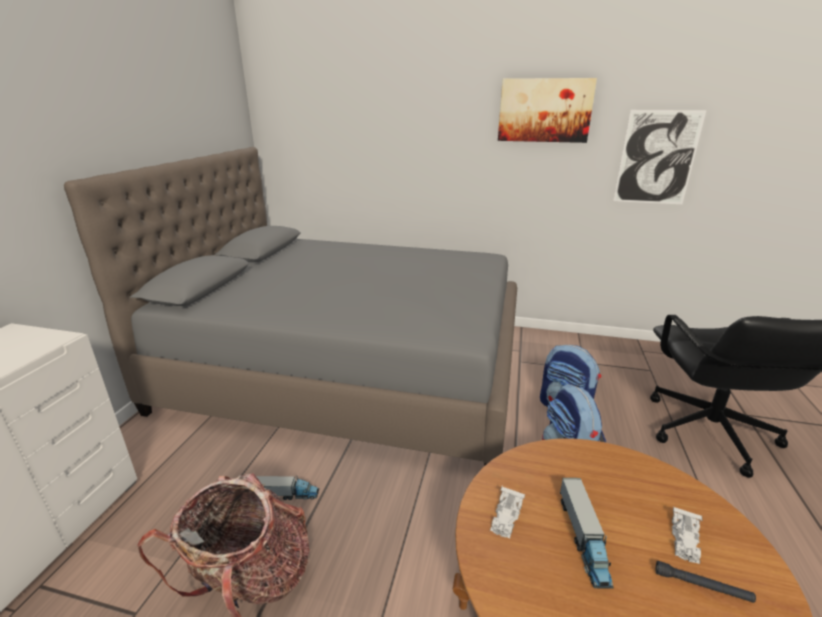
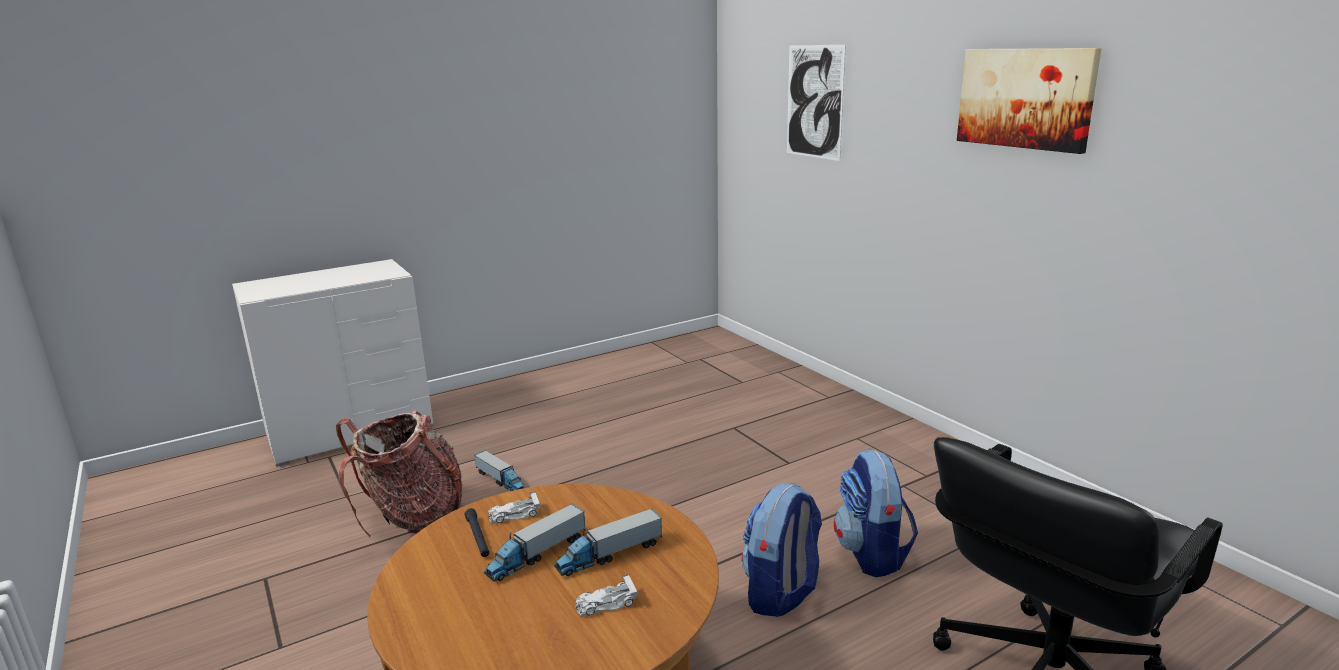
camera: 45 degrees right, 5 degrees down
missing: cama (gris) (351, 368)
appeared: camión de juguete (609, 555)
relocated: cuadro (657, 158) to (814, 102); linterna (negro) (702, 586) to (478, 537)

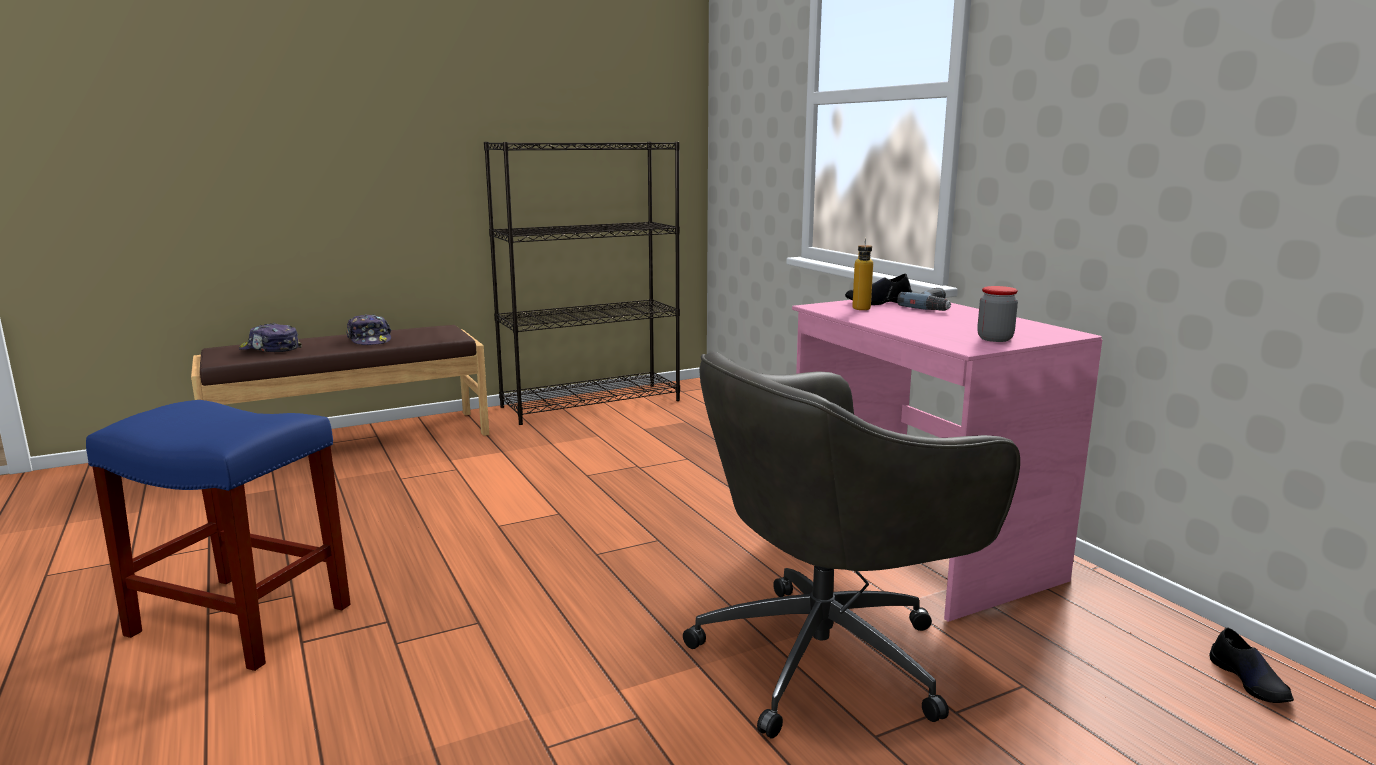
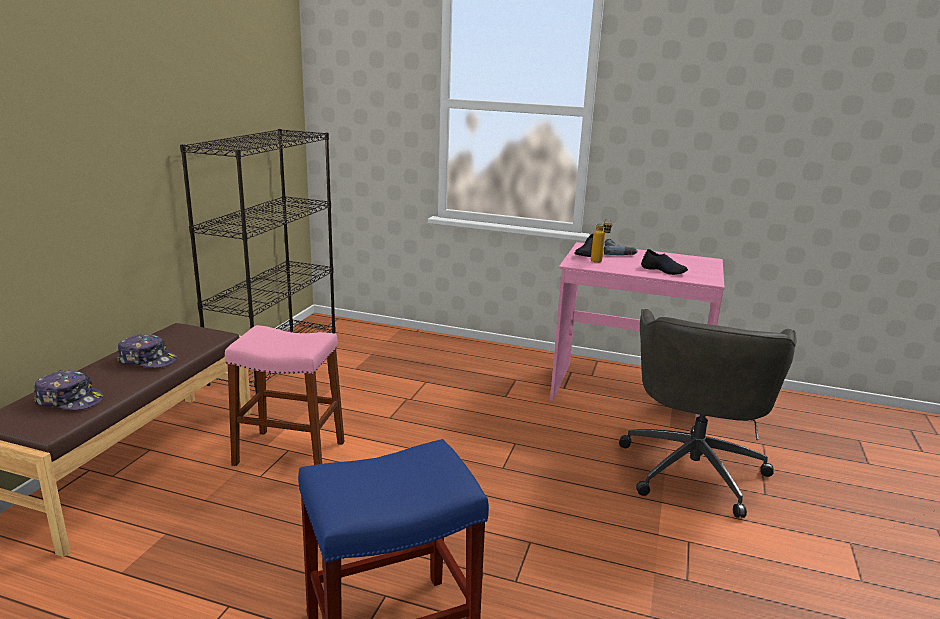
camera: 45 degrees left, 5 degrees up
missing: tarro (995, 339)
appeared: taburete (rosa) (290, 453)
relocated: zapato (negro) (1250, 681) to (664, 270)
spun: gorra (270, 349) = (70, 400) 135 degrees counterclockwise

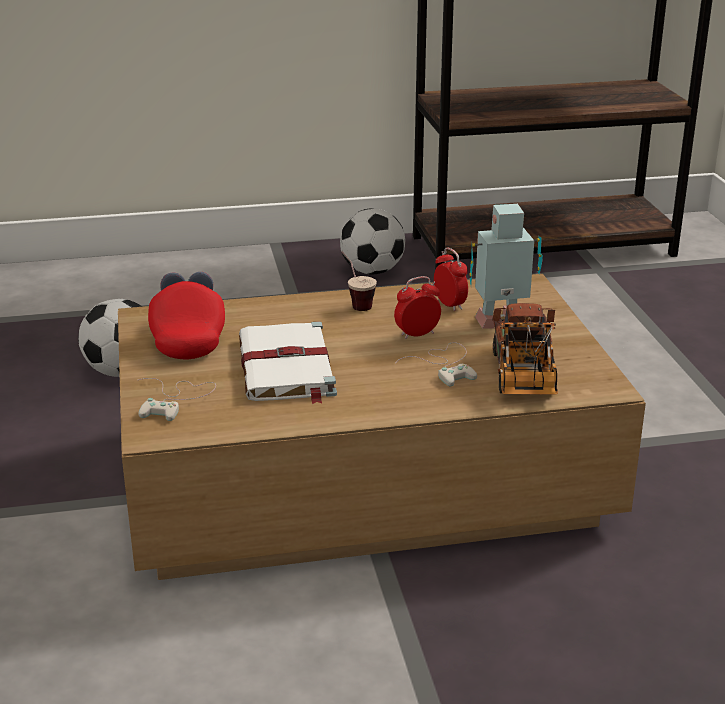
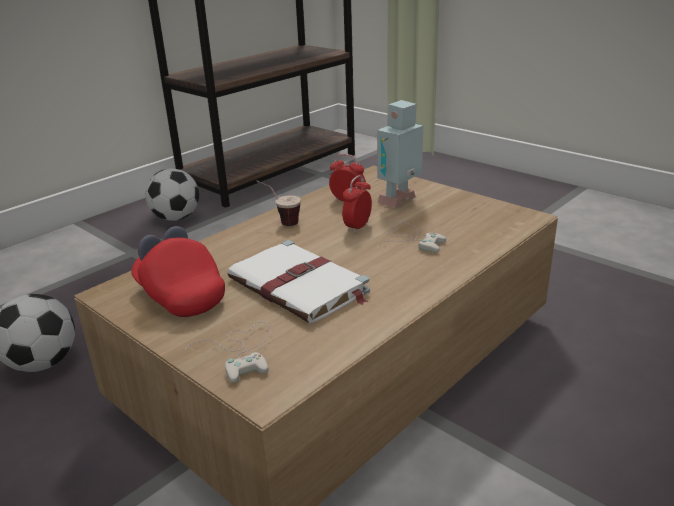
camera: 35 degrees left, 0 degrees up
missing: camión de juguete (523, 379)

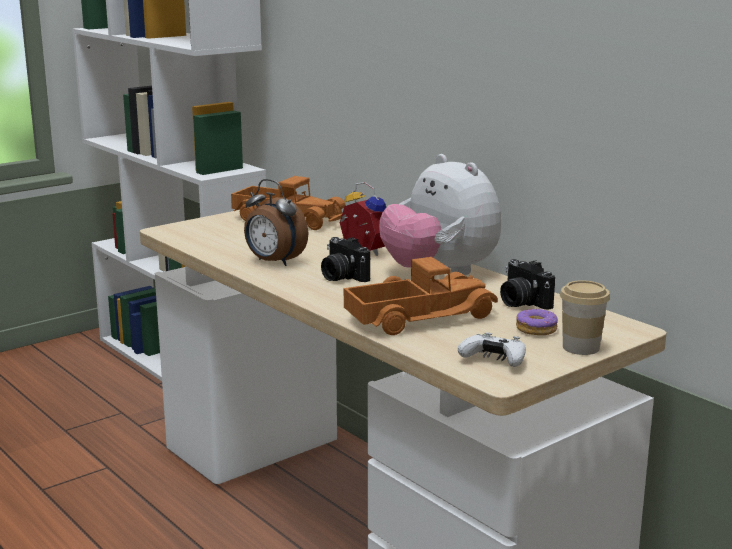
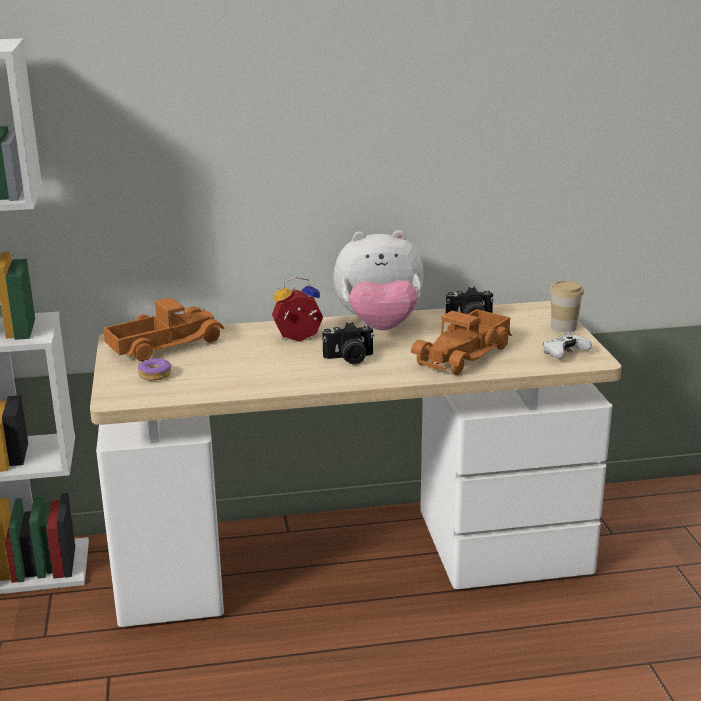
camera: 60 degrees left, 5 degrees up
missing: despertador (274, 262)
relocated: rosquilla (536, 329) to (155, 375)
spun: camión de juguete (419, 317) = (465, 355) 150 degrees counterclockwise

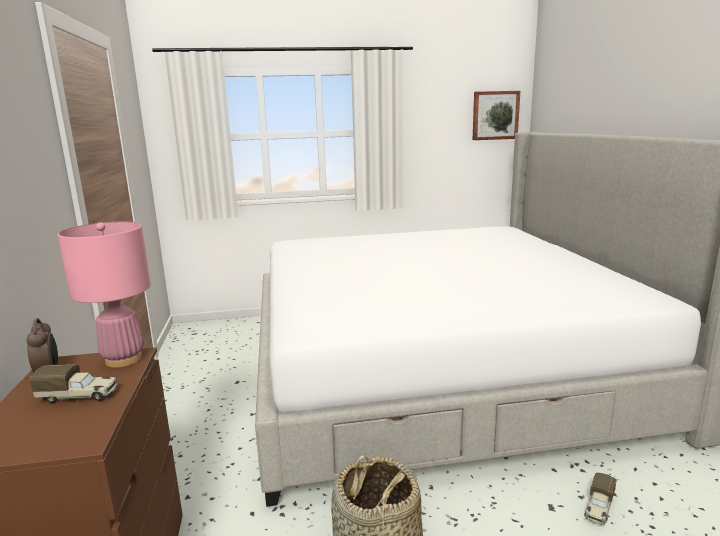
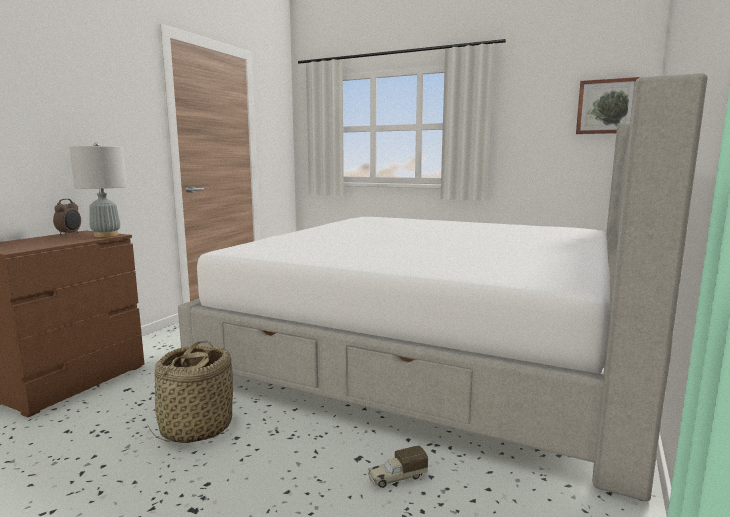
camera: 35 degrees right, 5 degrees down
missing: camión de juguete (79, 396)
colour: lámpara de mesa (rosa) (124, 359) to lámpara de mesa (gris) (106, 235)

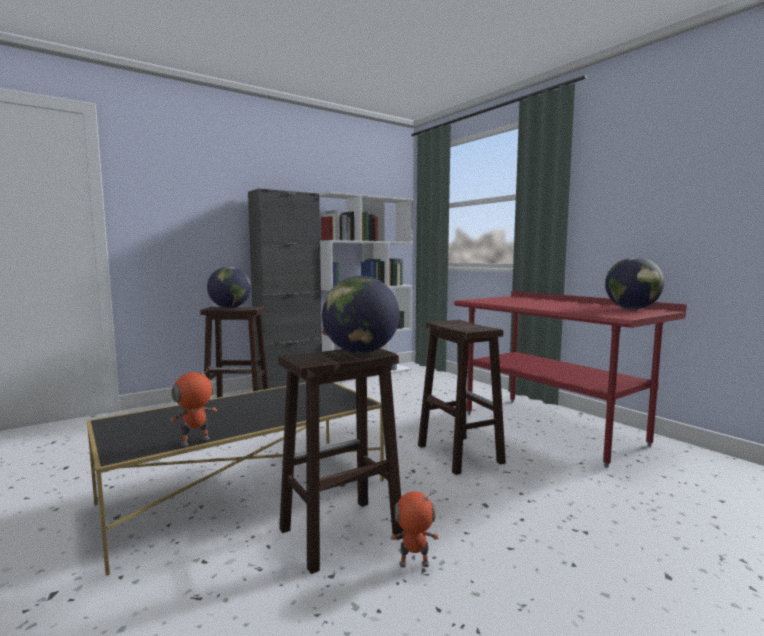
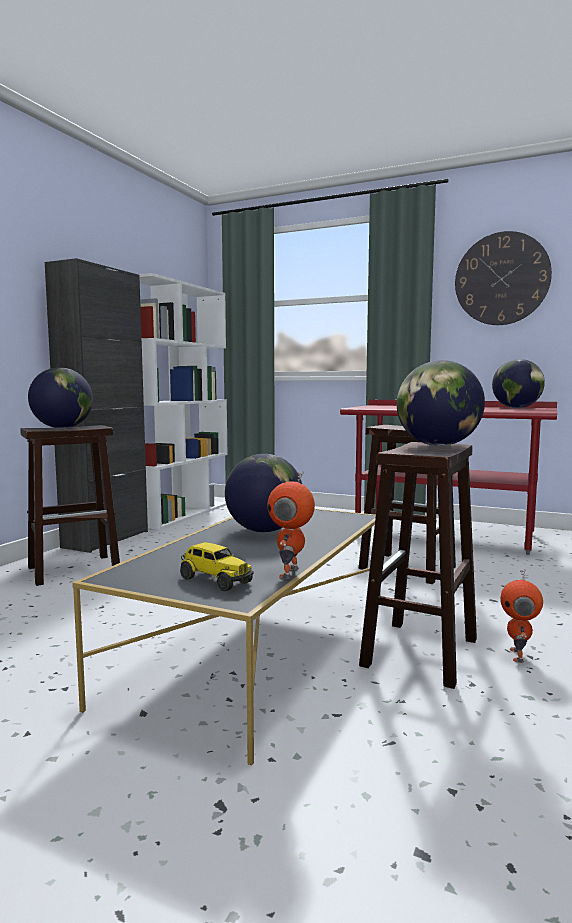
camera: 30 degrees left, 0 degrees up
appeared: camión de juguete (215, 580); globo terráqueo (264, 530); reloj de pared (501, 279)
spun: robot de juguete (414, 565) = (518, 655) 45 degrees counterclockwise

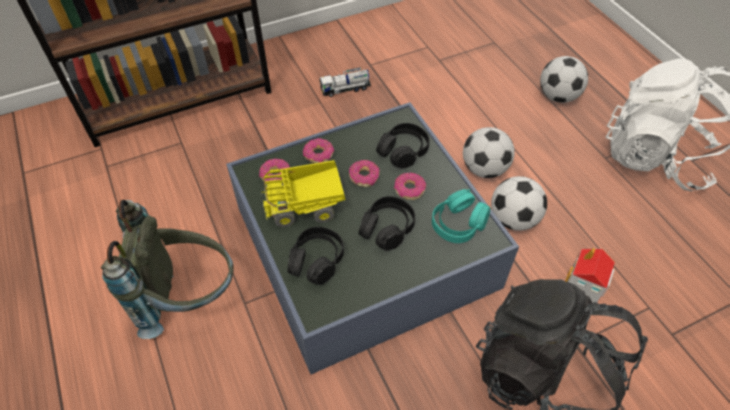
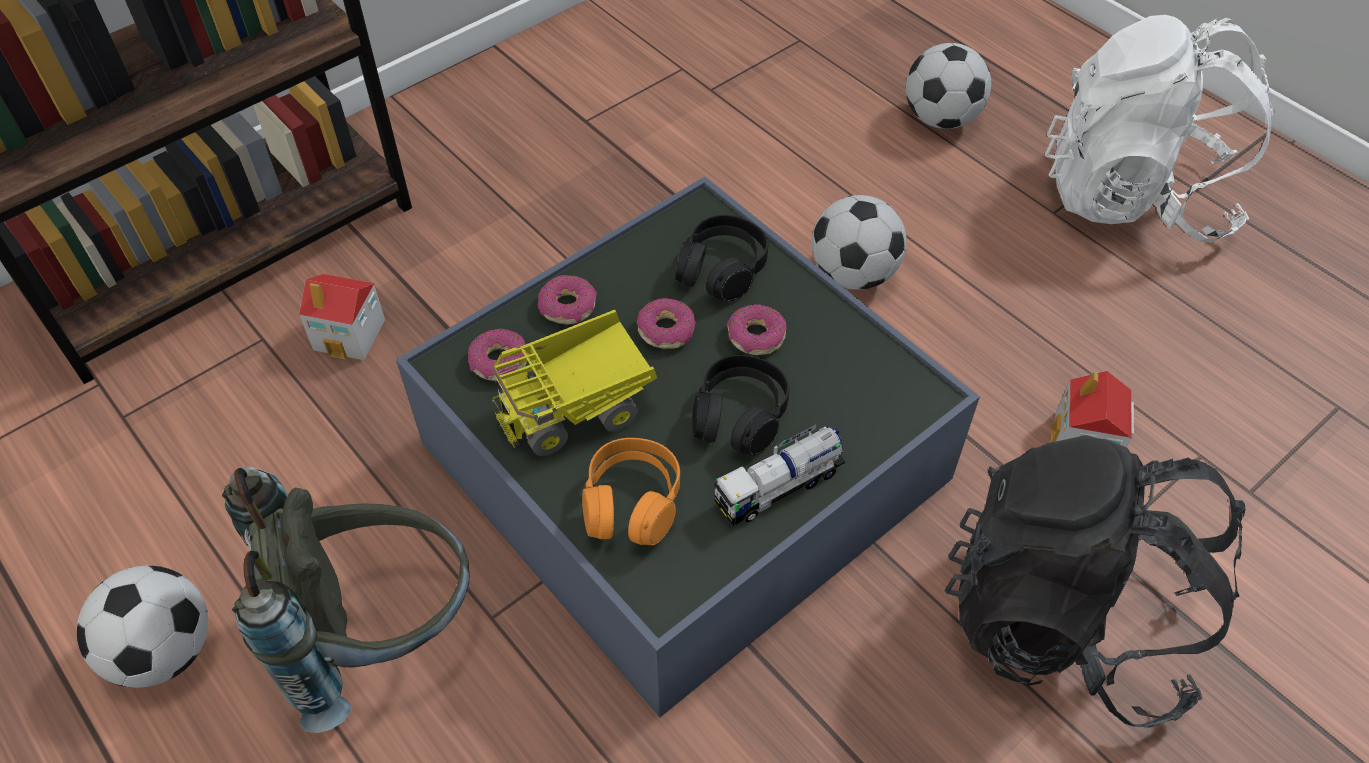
camera: 15 degrees left, 0 degrees up
missing: auriculares (turquesa) (458, 224)
appeared: casita (350, 334)
relocated: camión de juguete (345, 89) to (779, 487); balón de fútbol (513, 219) to (165, 651)
colour: auriculares (negro) (316, 260) to auriculares (naranja) (632, 502)

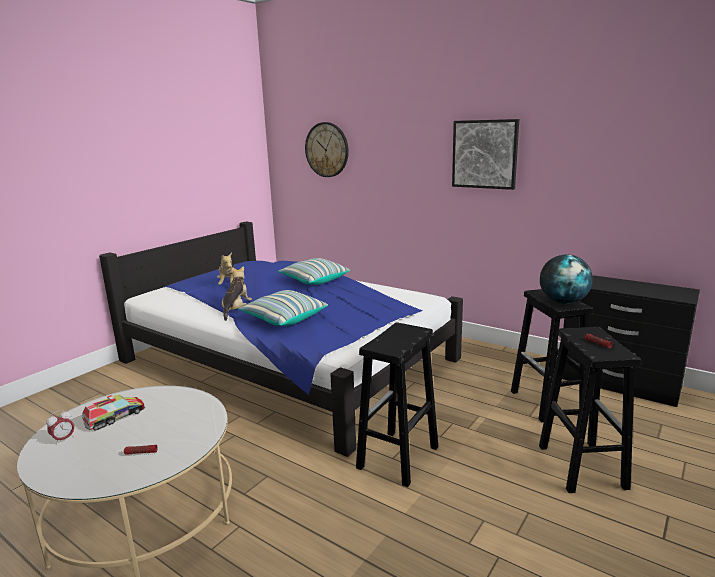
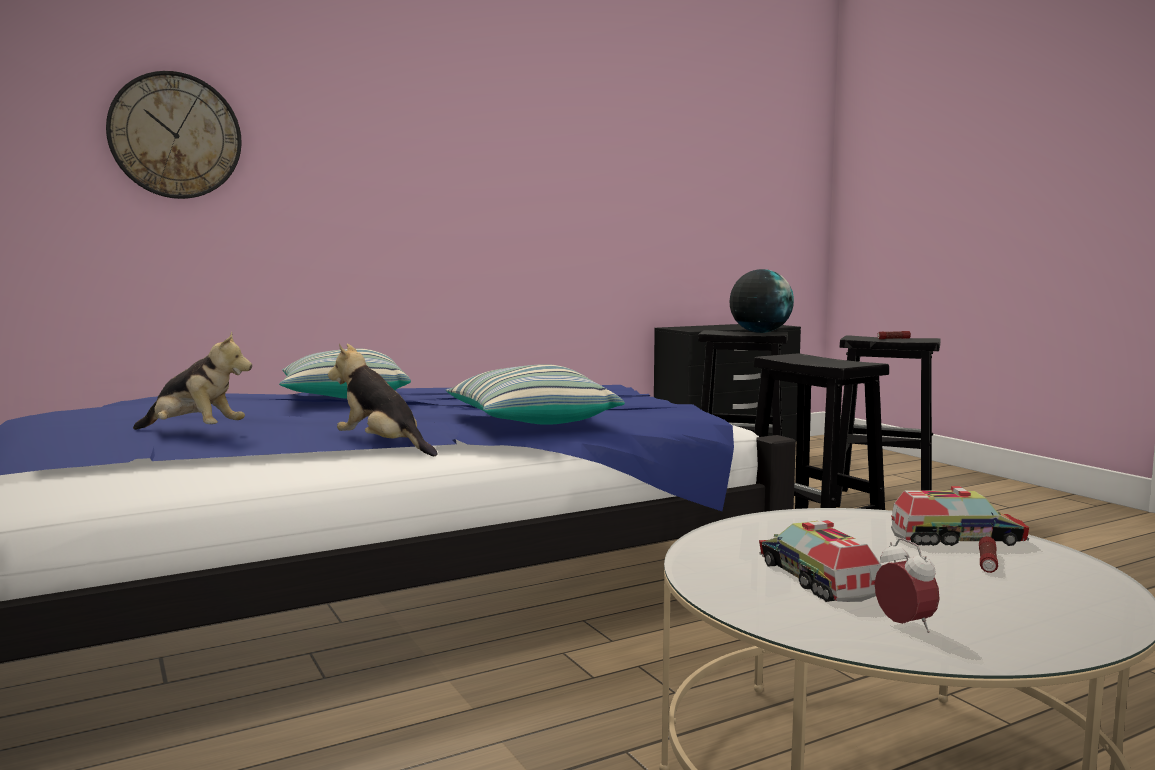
camera: 65 degrees left, 10 degrees down
missing: cuadro (484, 154)
appeared: camión de juguete (957, 539)

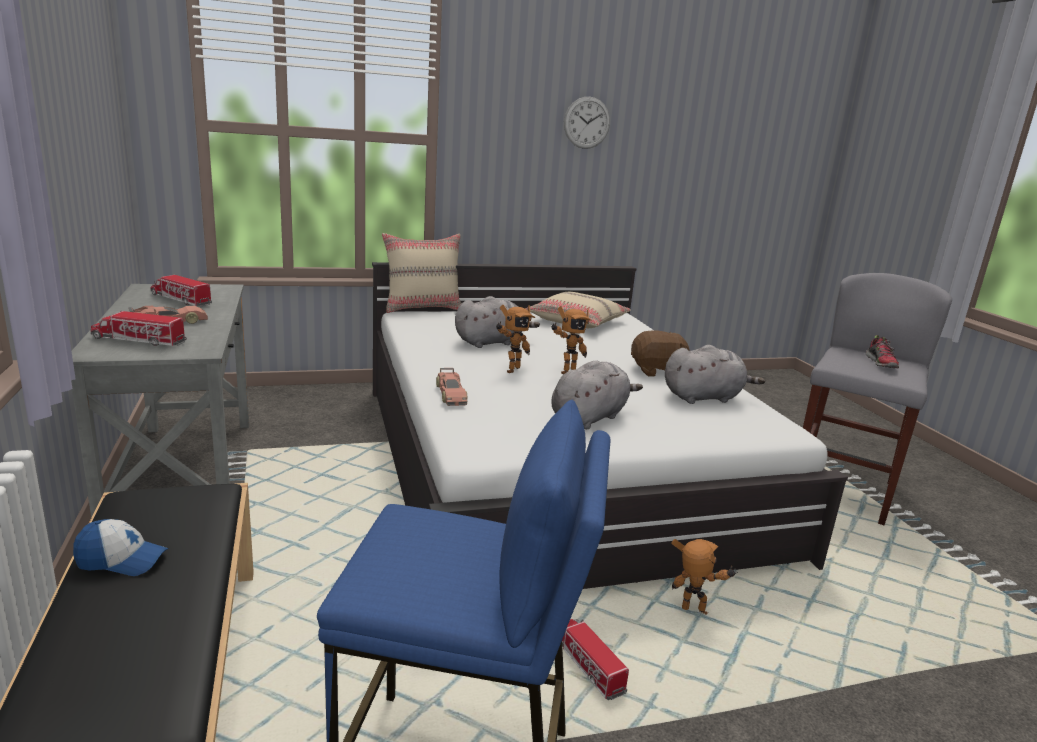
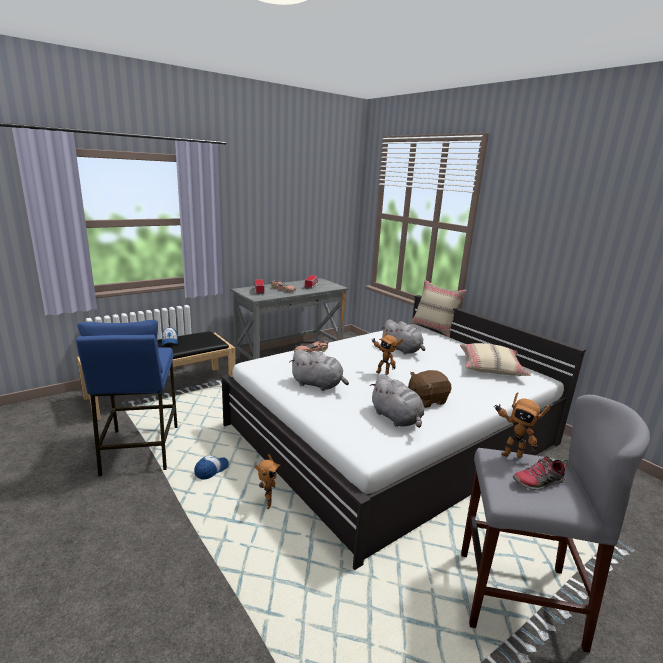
camera: 70 degrees right, 0 degrees up
missing: reloj de pared (587, 122)
relocated: robot de juguete (510, 369) to (510, 454)
exchanged: camión de juguete (585, 663) to gorra (211, 470)
spun: peluche (marrón) (657, 371) = (426, 400) 90 degrees clockwise

